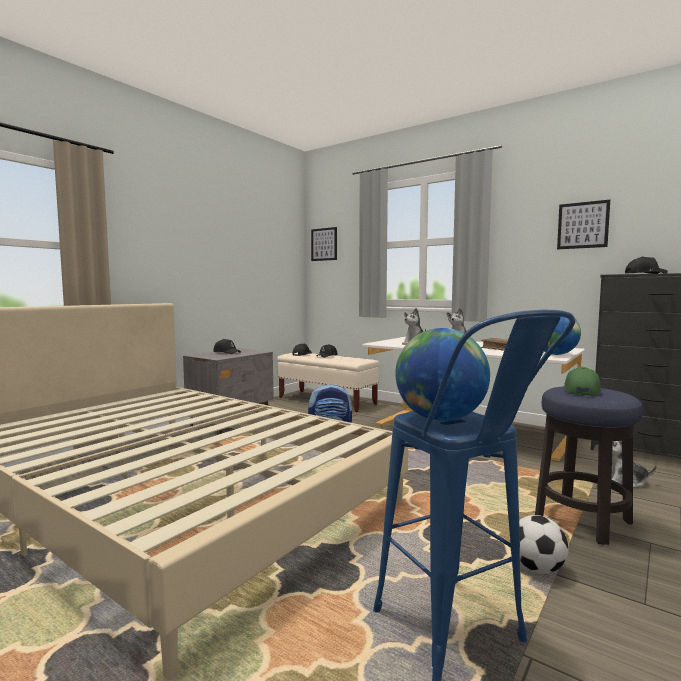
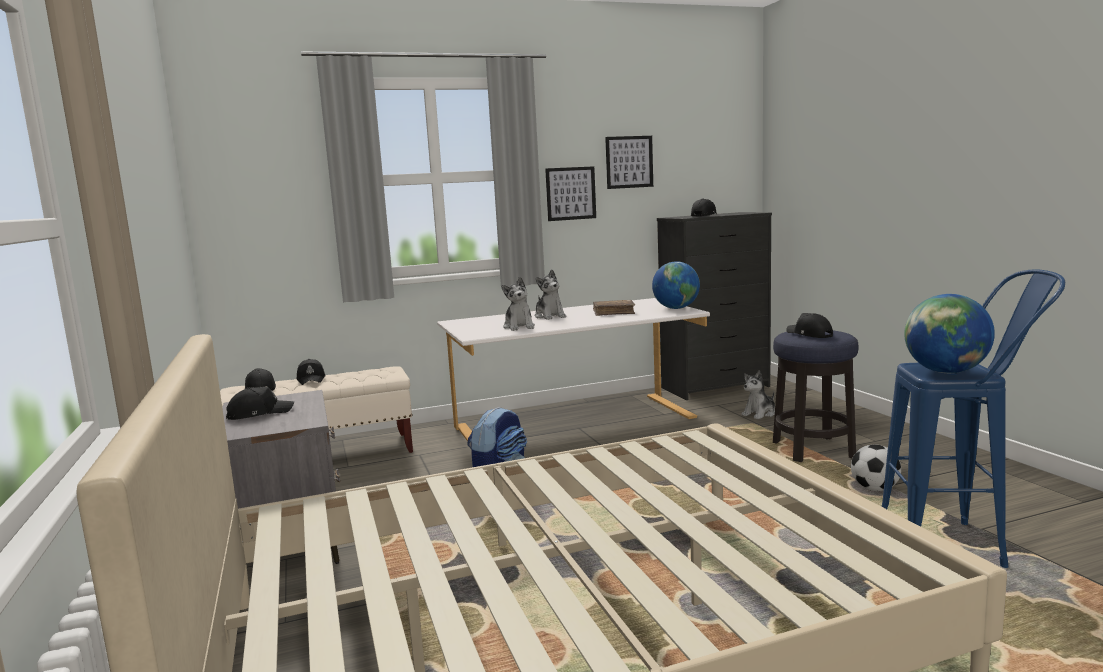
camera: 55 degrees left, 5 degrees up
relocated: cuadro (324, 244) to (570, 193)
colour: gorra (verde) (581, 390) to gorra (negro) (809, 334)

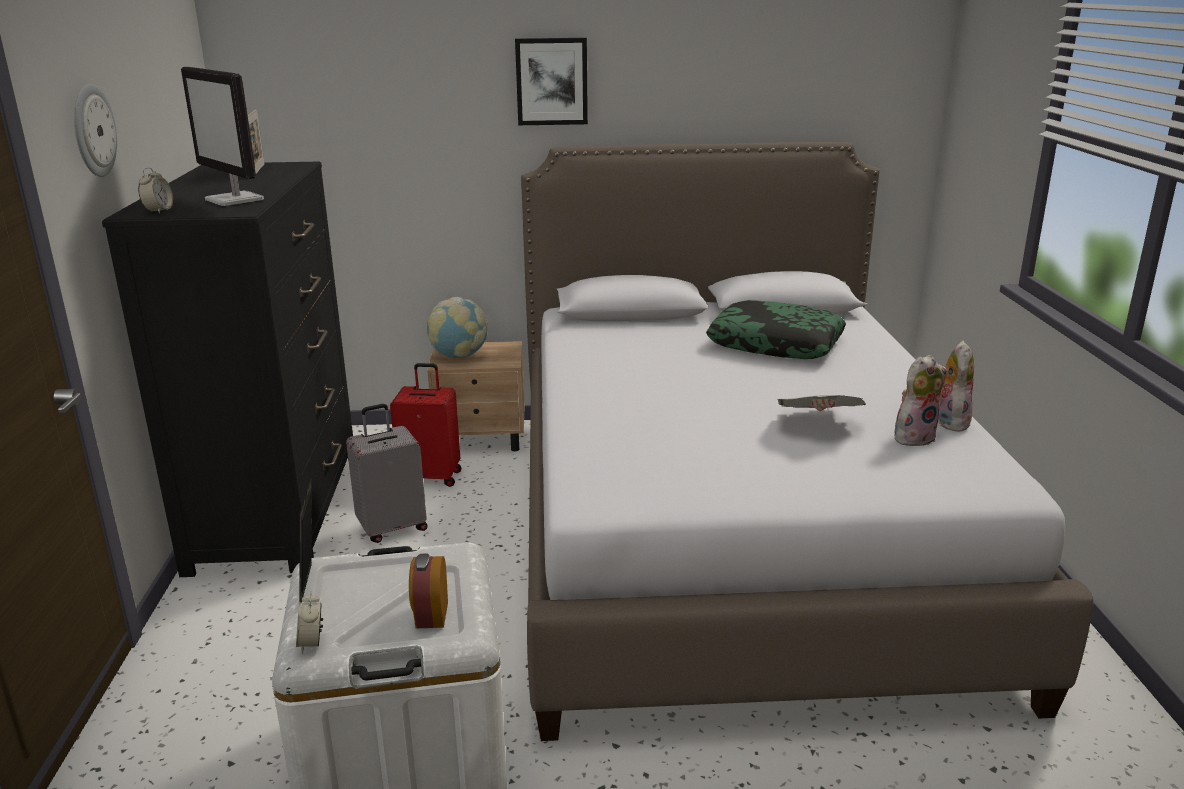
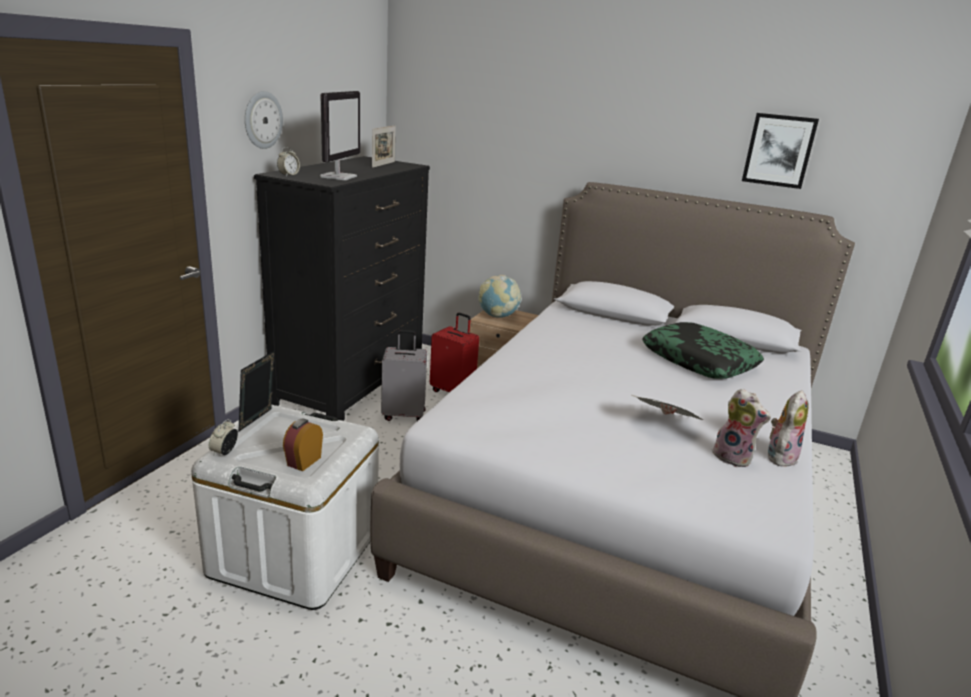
camera: 25 degrees right, 0 degrees up
relocated: cuadro (551, 81) to (779, 150)
spun: monitor (235, 200) = (338, 177) 150 degrees counterclockwise; peluche (914, 437) = (733, 457) 45 degrees clockwise

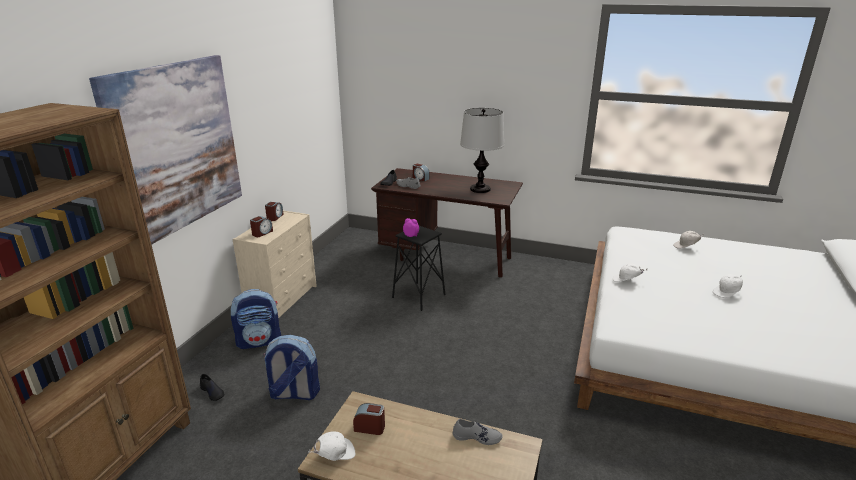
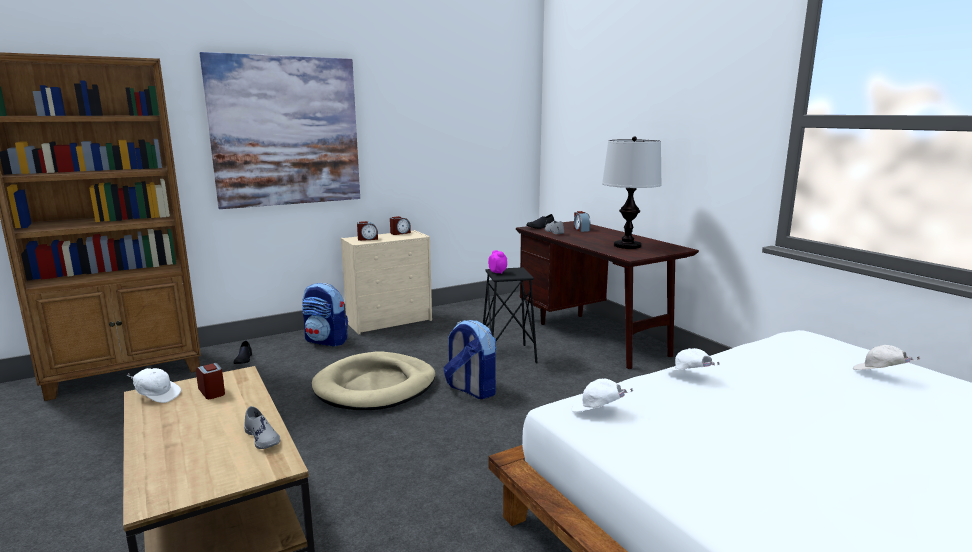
camera: 40 degrees right, 10 degrees down
appeared: cama para perro (beis) (375, 386)
relocated: mochila (294, 394) to (471, 390); gorra (blanco) (727, 293) to (597, 411)

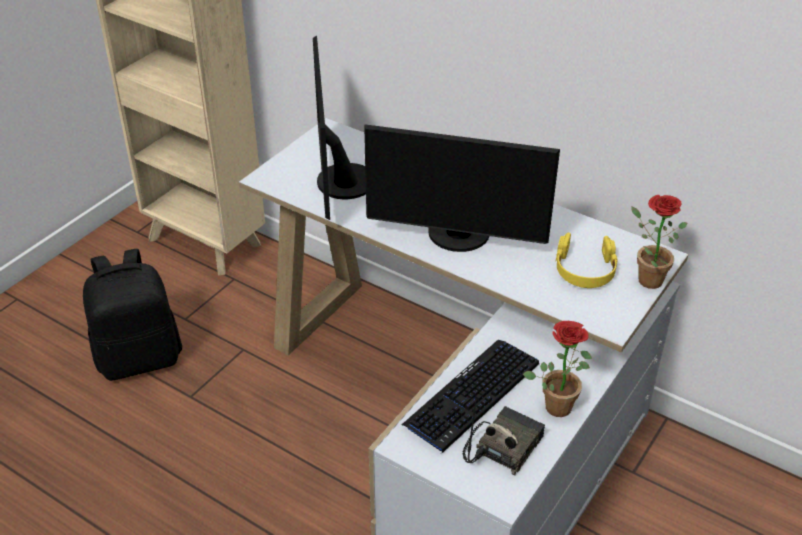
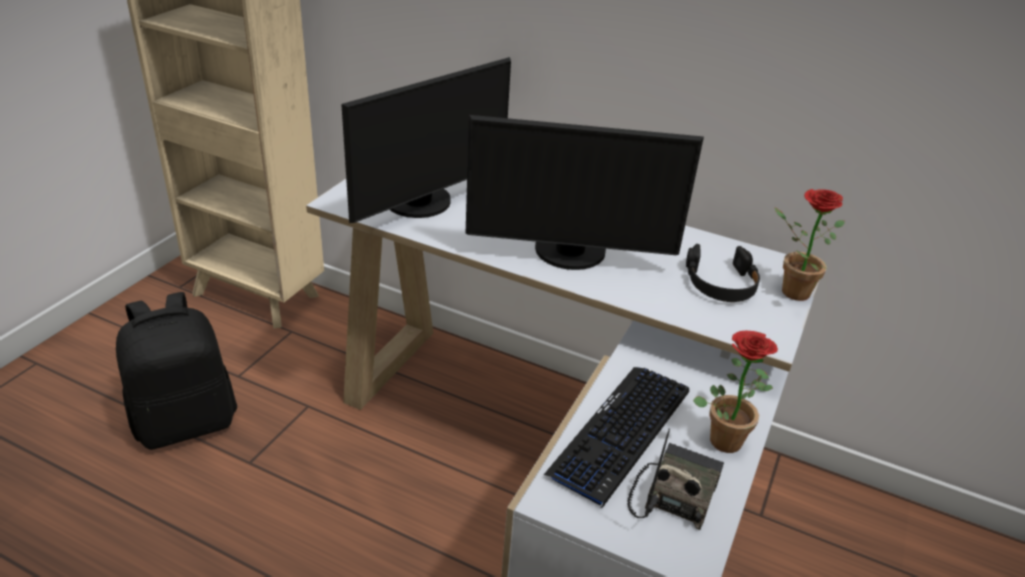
camera: 10 degrees left, 5 degrees down
colour: auriculares (amarillo) (585, 269) to auriculares (negro) (721, 283)
spun: monitor (339, 182) = (423, 204) 120 degrees counterclockwise

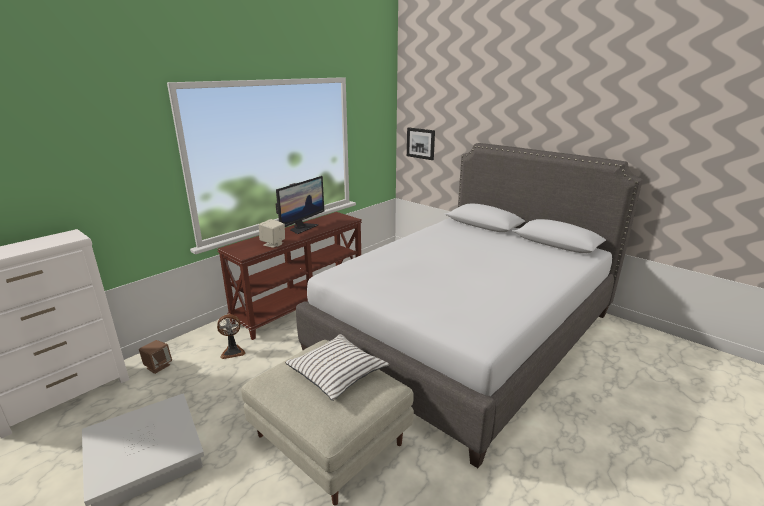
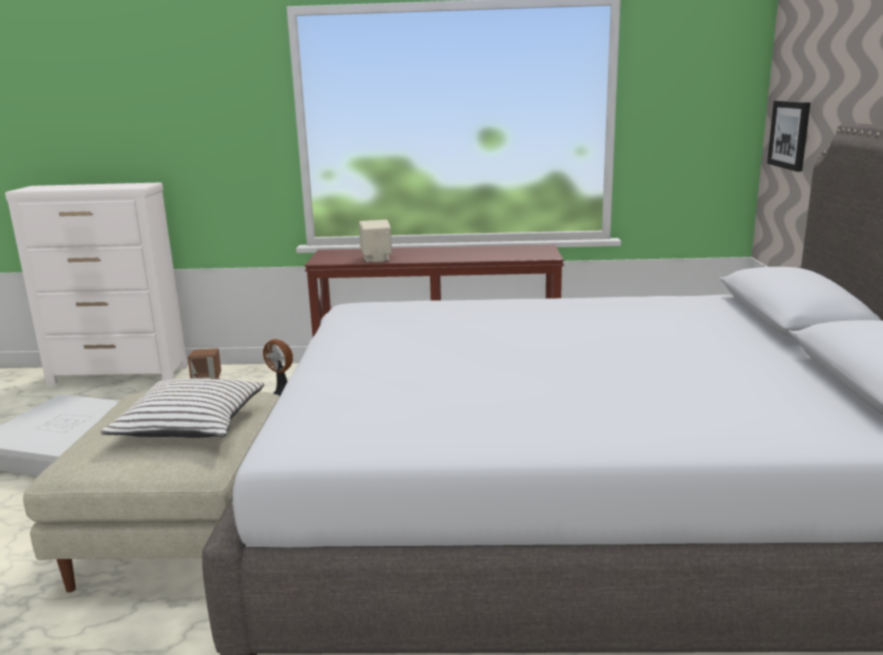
camera: 50 degrees right, 5 degrees down
missing: monitor (302, 228)

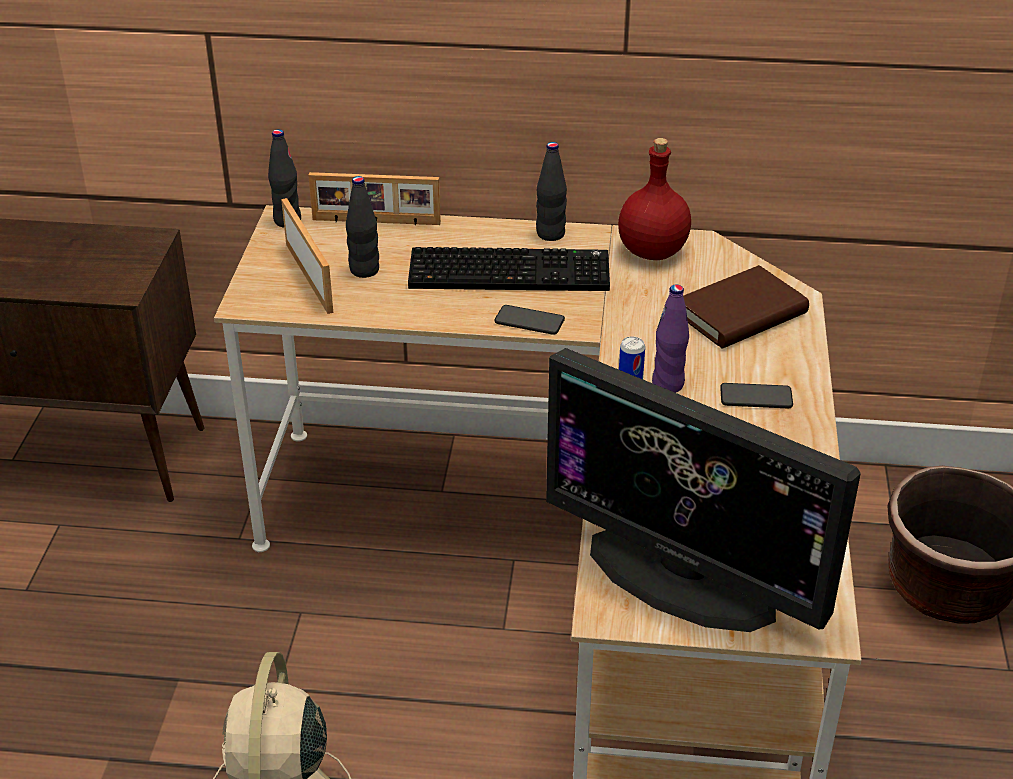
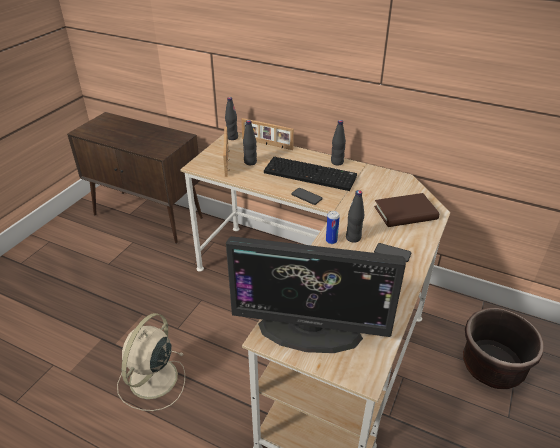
camera: 20 degrees right, 0 degrees up
missing: botella (rojo) (653, 251)
colour: botella (morado) (668, 384) to botella (negro) (353, 238)
spun: monitor (682, 576) = (310, 330) 45 degrees counterclockwise

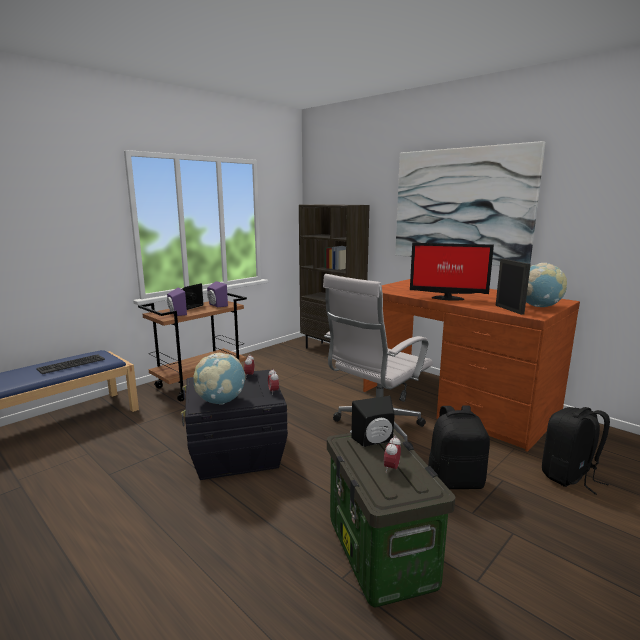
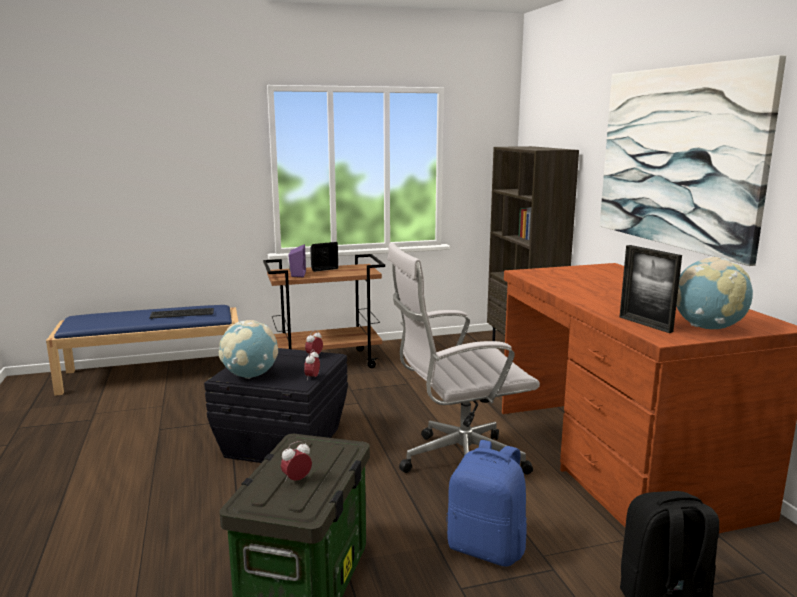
camera: 30 degrees right, 0 degrees up
missing: altavoz (morado) (216, 305); altavoz (negro) (375, 441); monitor (446, 298)
colour: mochila (negro) (455, 481) to mochila (azul) (487, 548)
spun: portarretratos (509, 309) = (645, 324) 135 degrees clockwise

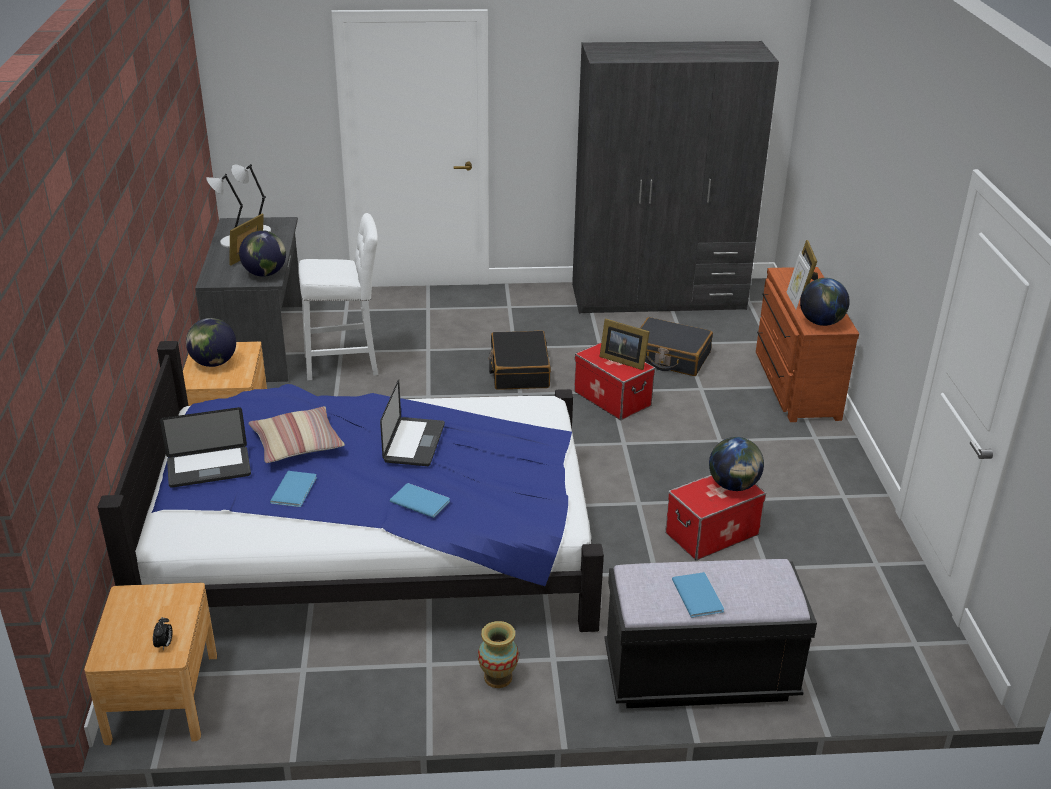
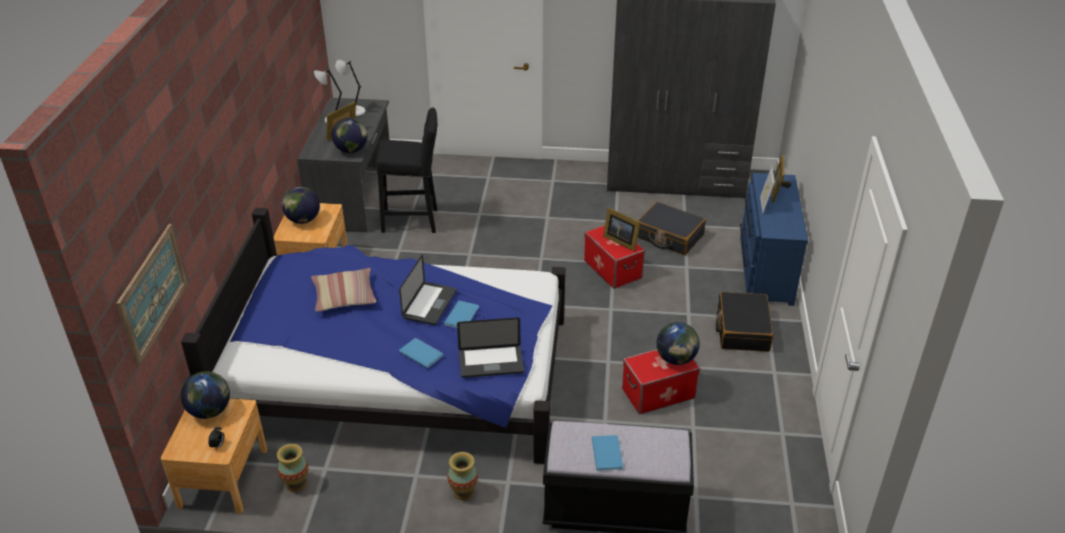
camera: 10 degrees right, 5 degrees up
appeared: cuadro (153, 293); florero (296, 483)
relocated: portátil (209, 468) to (491, 362); libro (azul) (295, 489) to (463, 315); maleta (negro) (519, 370) to (742, 330); globo terráqueo (821, 322) to (210, 411)
colour: taburete (blanco) (346, 364) to taburete (negro) (413, 221); cómoda (marrón) (794, 384) to cómoda (azul) (764, 269)

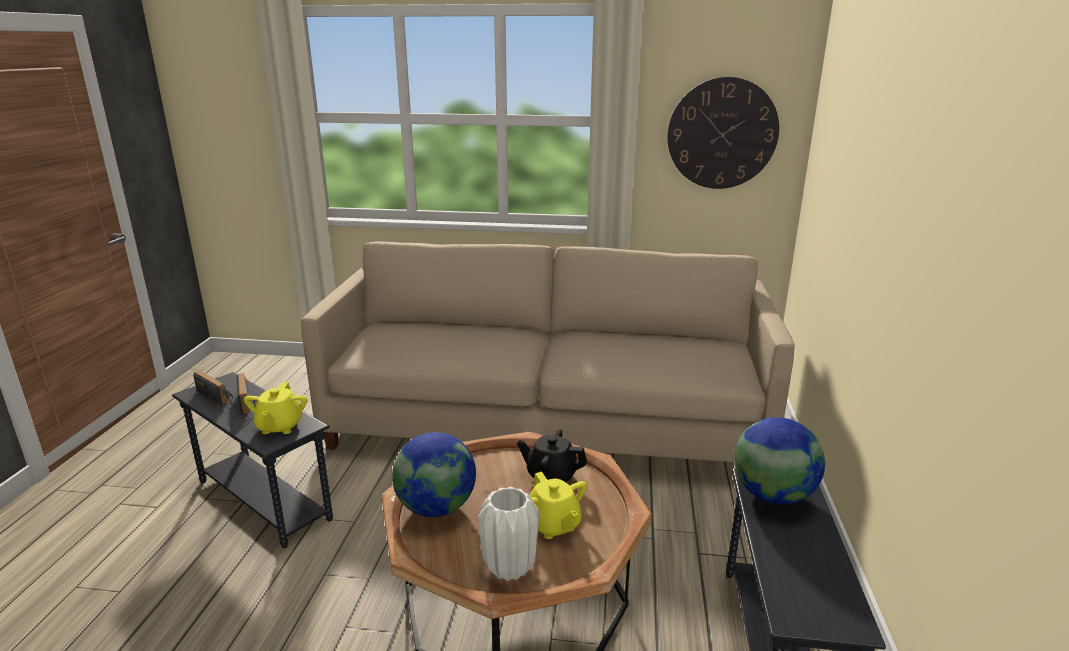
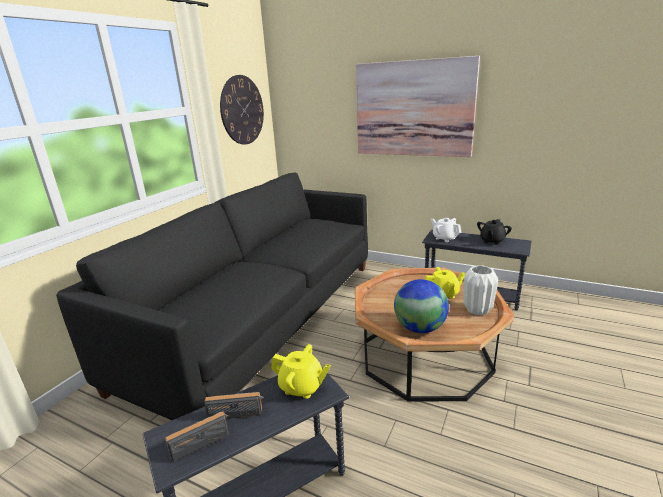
camera: 70 degrees left, 0 degrees up
appeared: cuadro (413, 109)
relocated: tetera (negro) (551, 475) to (492, 241)
exchanged: globo terráqueo (772, 495) to tetera (blanco) (445, 238)
colour: sofá (beis) (547, 422) to sofá (negro) (262, 318)

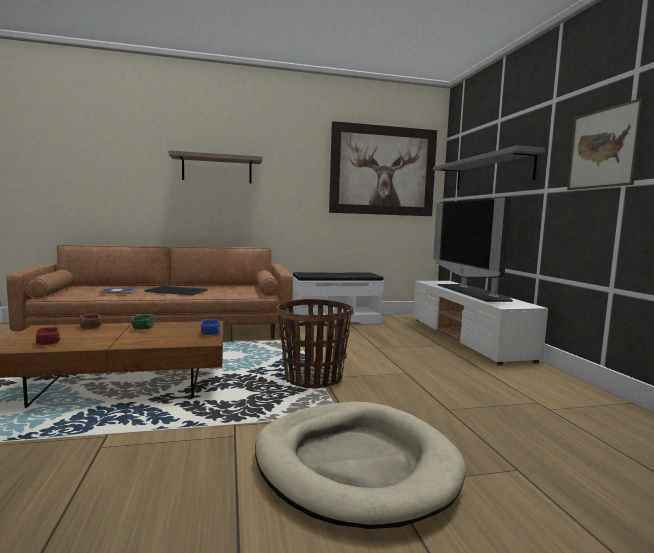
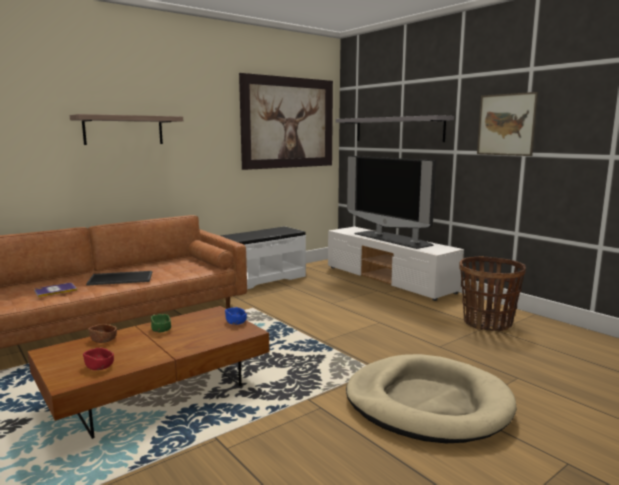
camera: 25 degrees left, 5 degrees up
relocated: cesta (313, 379) to (487, 323)

